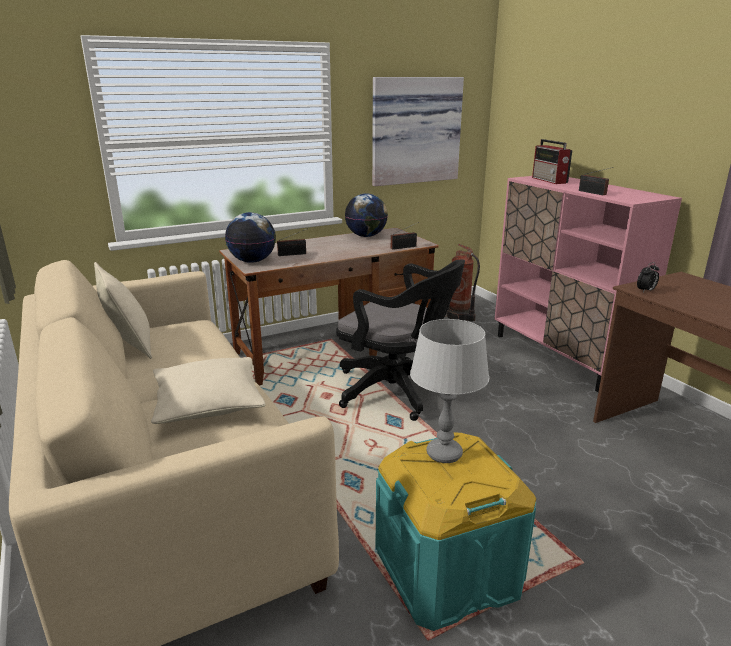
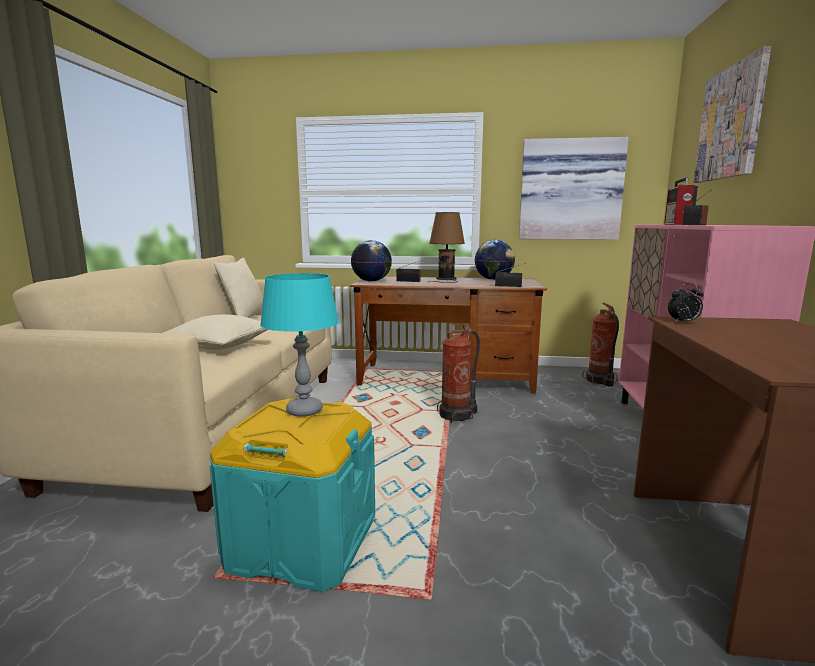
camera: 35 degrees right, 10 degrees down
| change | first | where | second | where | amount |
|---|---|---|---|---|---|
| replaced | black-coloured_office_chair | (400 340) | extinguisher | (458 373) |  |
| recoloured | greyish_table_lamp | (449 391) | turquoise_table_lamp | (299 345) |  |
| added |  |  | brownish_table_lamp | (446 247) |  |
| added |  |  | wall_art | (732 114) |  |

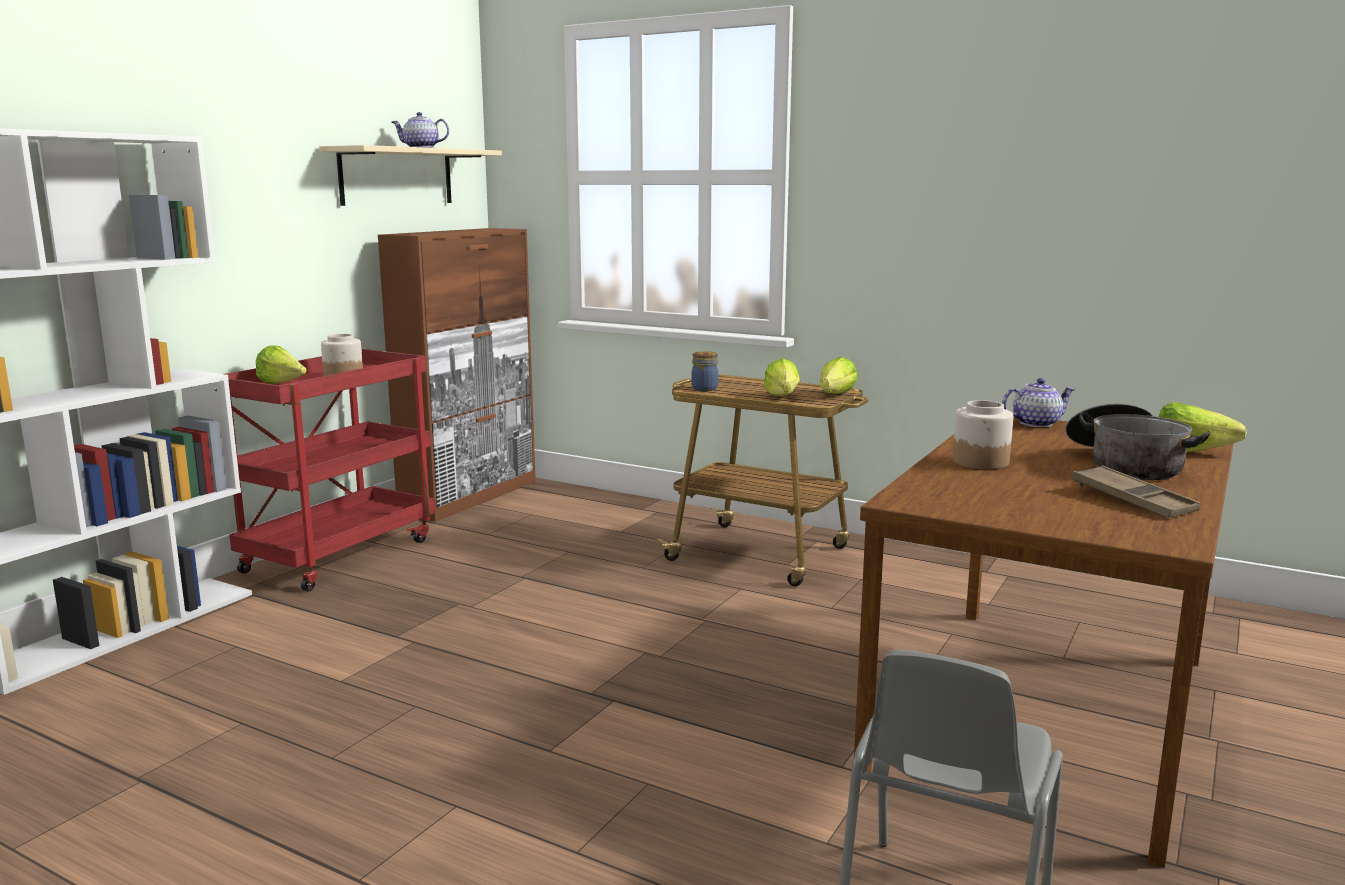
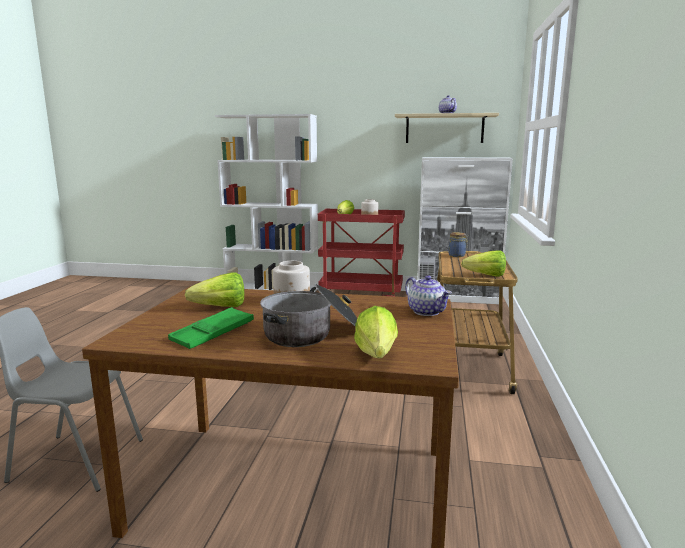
camera: 70 degrees right, 0 degrees up
| change | first | where | second | where | amount |
|---|---|---|---|---|---|
| recoloured | brownish_cupboard | (457 375) | white_cupboard | (465 230) |  |
| moved | lettuce | (782 377) |  | (214 289) |  |
| recoloured | brownish_serving_tray | (1136 492) | green_serving_tray | (211 328) |  |

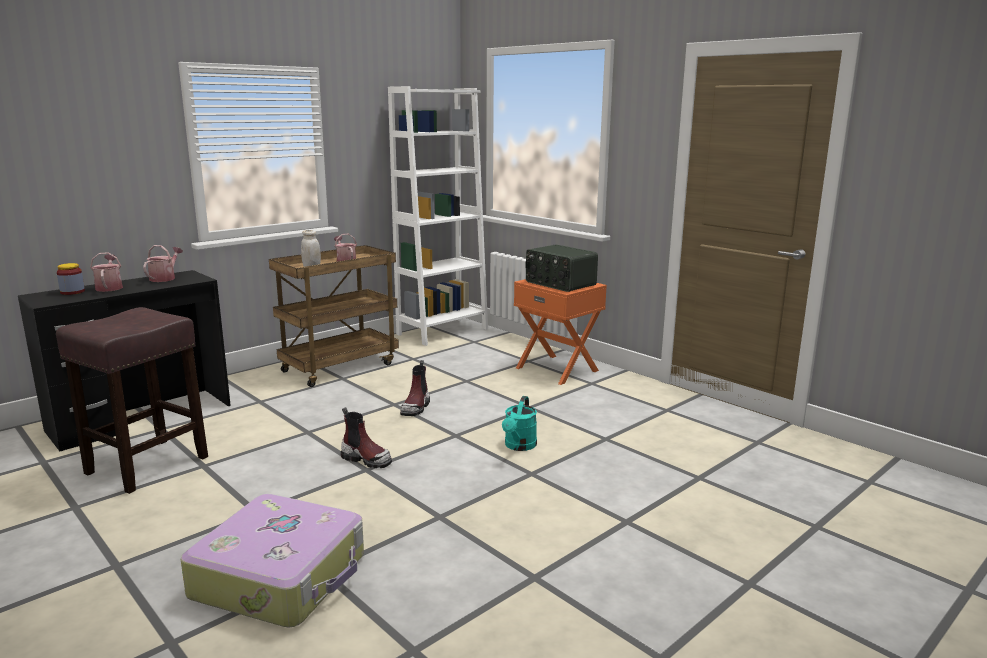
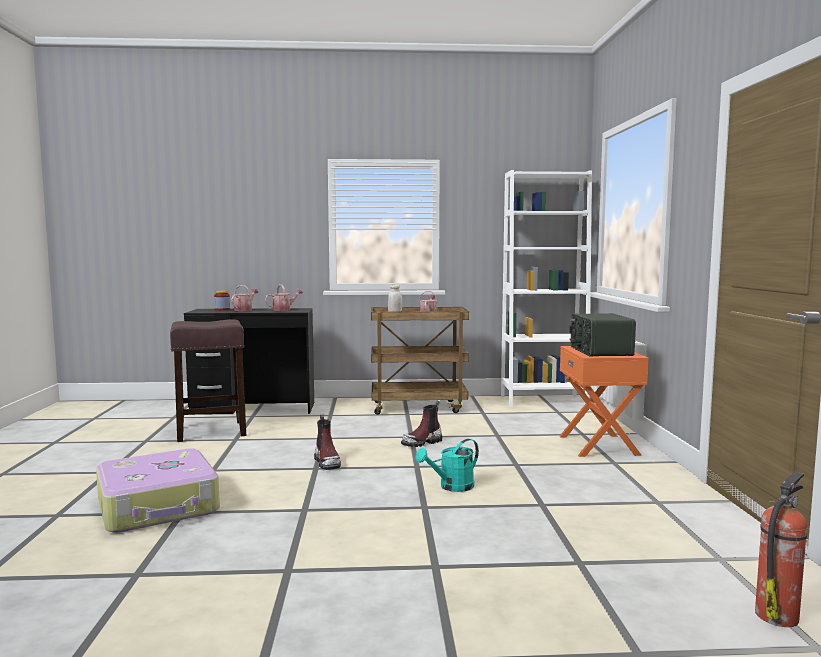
camera: 40 degrees right, 10 degrees down
| change | first | where | second | where | amount |
|---|---|---|---|---|---|
| added |  |  | extinguisher | (781 549) |  |

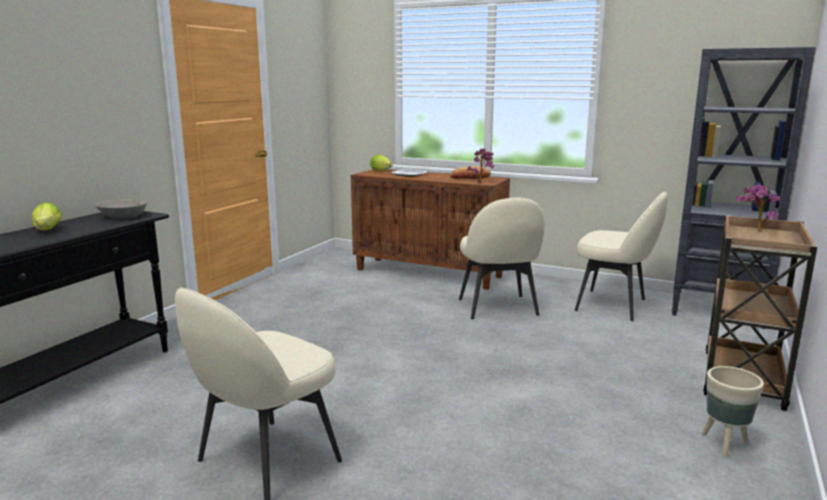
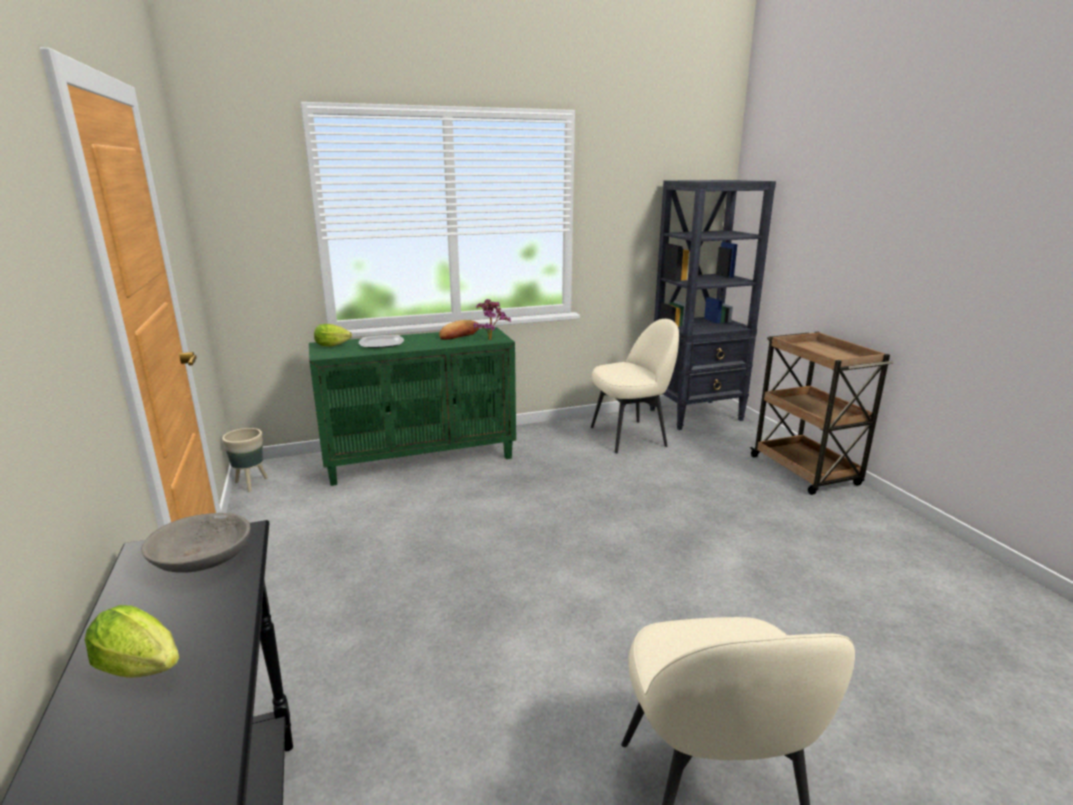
camera: 45 degrees left, 5 degrees up
| change | first | where | second | where | amount |
|---|---|---|---|---|---|
| recoloured | brownish_cupboard | (430 229) | green_cupboard | (412 406) |  |
| removed | beige-coloured_upright_chair | (501 258) |  |  |  |
| moved | beige-coloured_planter | (733 412) |  | (245 460) |  |
| removed | potted_plant | (758 208) |  |  |  |

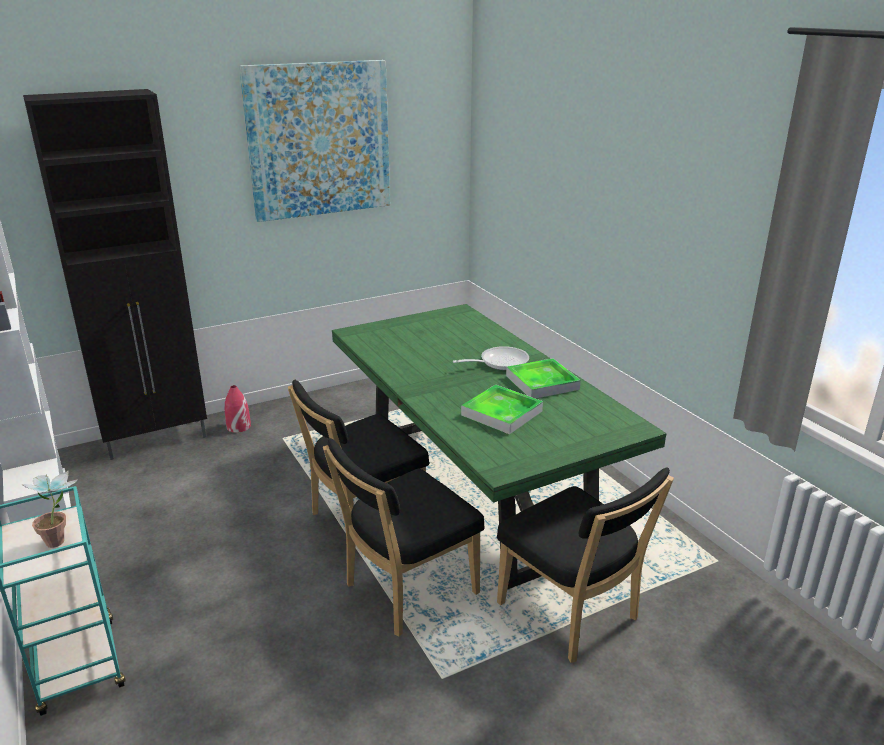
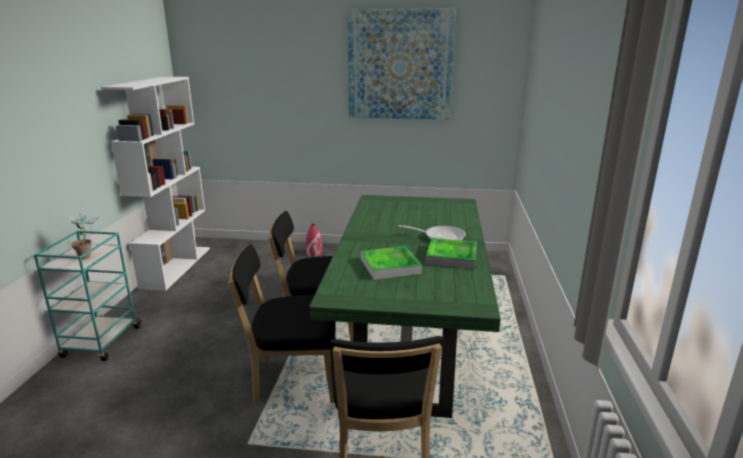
camera: 35 degrees right, 5 degrees down
| change | first | where | second | where | amount |
|---|---|---|---|---|---|
| removed | black-coloured_cupboard | (115 274) |  |  |  |

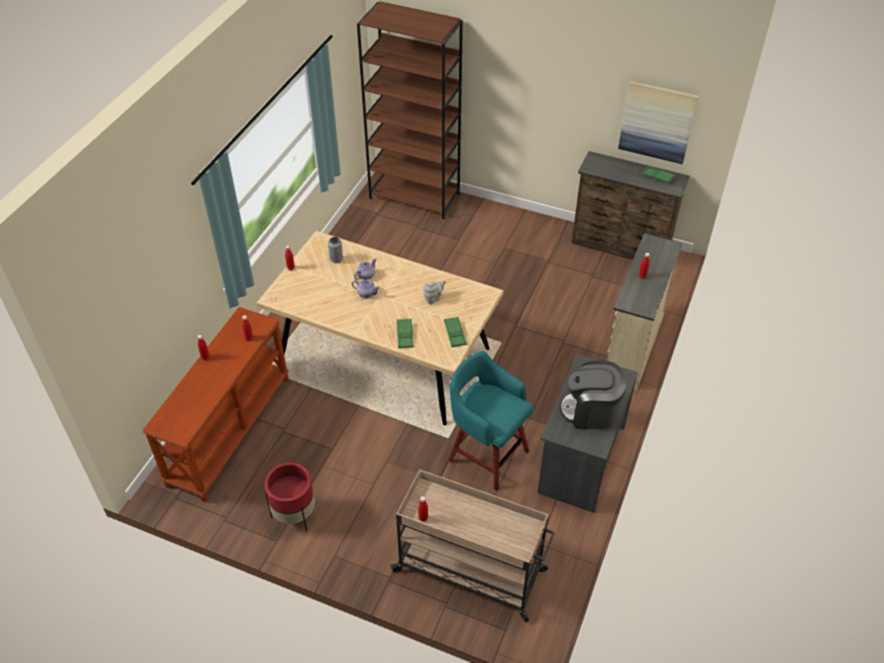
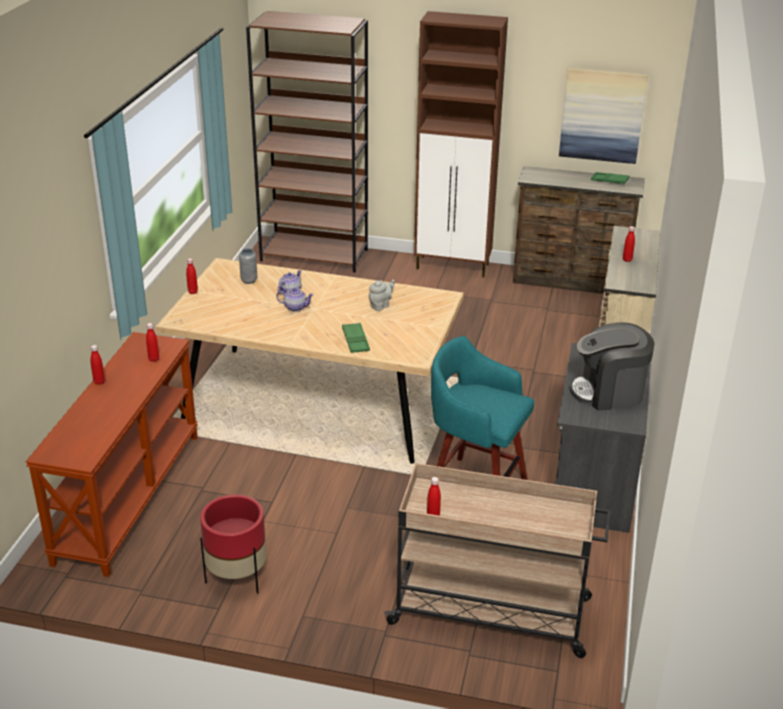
camera: 10 degrees left, 15 degrees down
| change | first | where | second | where | amount |
|---|---|---|---|---|---|
| removed | green_serving_tray | (455 332) |  |  |  |
| added |  |  | brownish_cupboard | (461 144) |  |

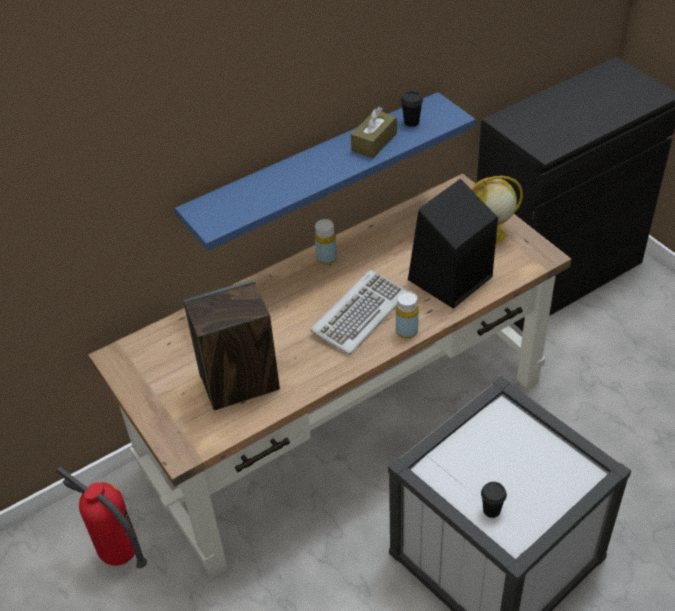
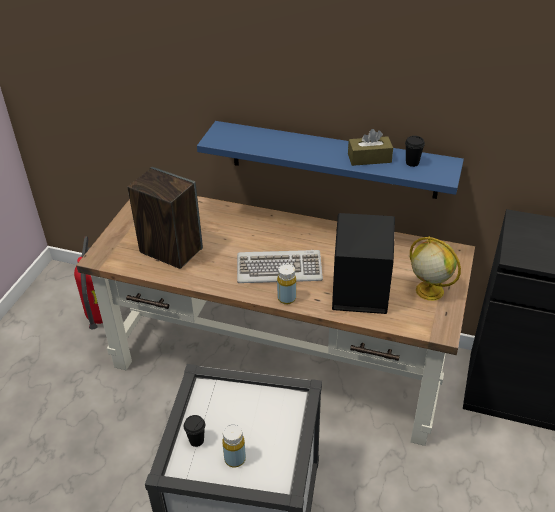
camera: 50 degrees right, 5 degrees down
| change | first | where | second | where | amount |
|---|---|---|---|---|---|
| moved | yellowish_bottle | (326 242) |  | (234 445) |  |

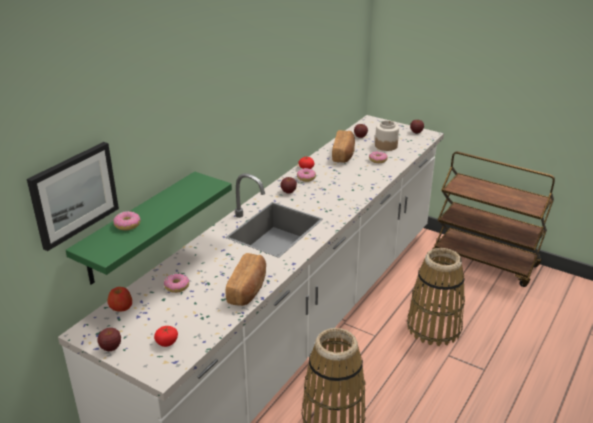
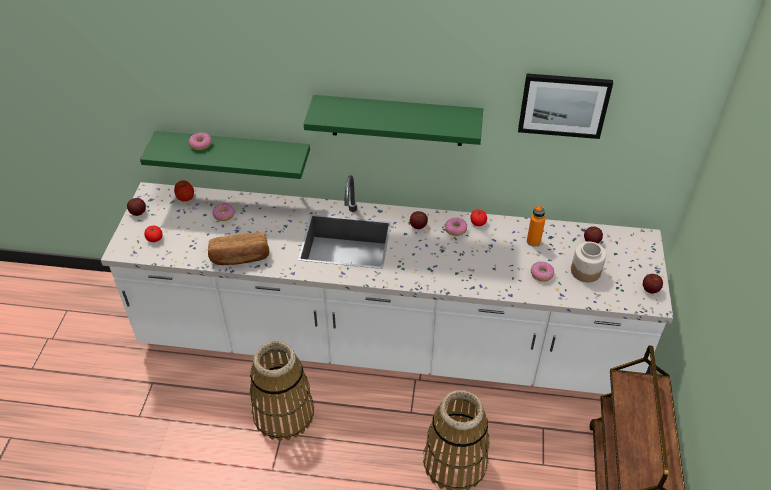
camera: 65 degrees right, 15 degrees up
| change | first | where | second | where | amount |
|---|---|---|---|---|---|
| moved | wall_art | (73 196) |  | (565 106) |  |
| replaced | bakery_bread | (343 146) | orangey_bottle | (536 226) |  |
| added |  |  | green_wall_shelf | (393 120) |  |

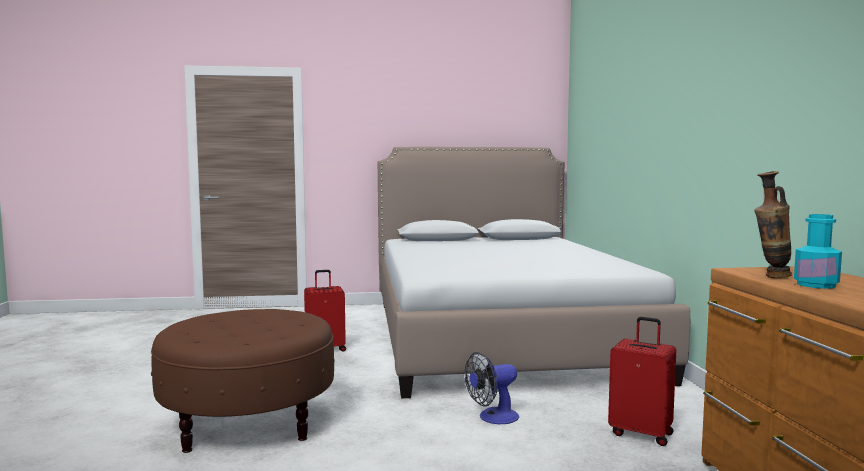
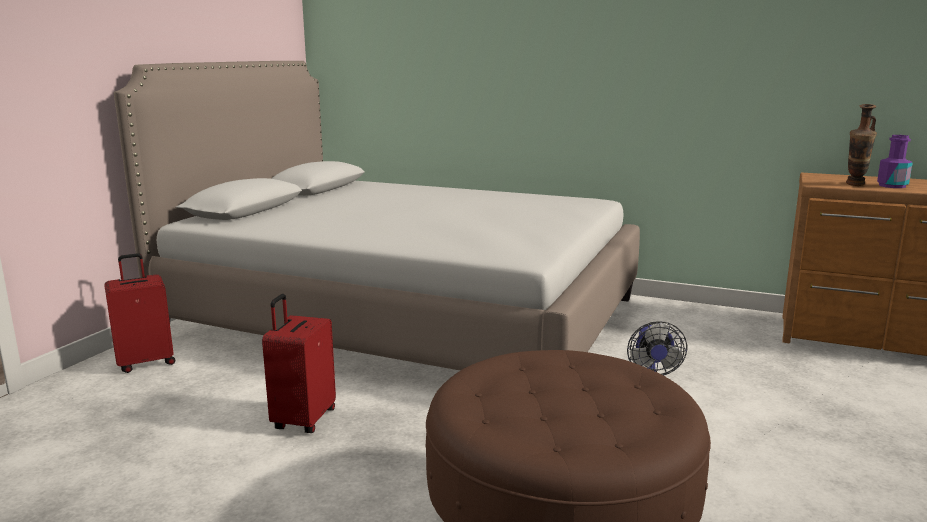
camera: 60 degrees left, 10 degrees up
| change | first | where | second | where | amount |
|---|---|---|---|---|---|
| moved | red-coloured_travel_case | (642 381) |  | (139 313) |  |
| recoloured | turquoise_bottle | (818 251) | purple_bottle | (895 161) |  |

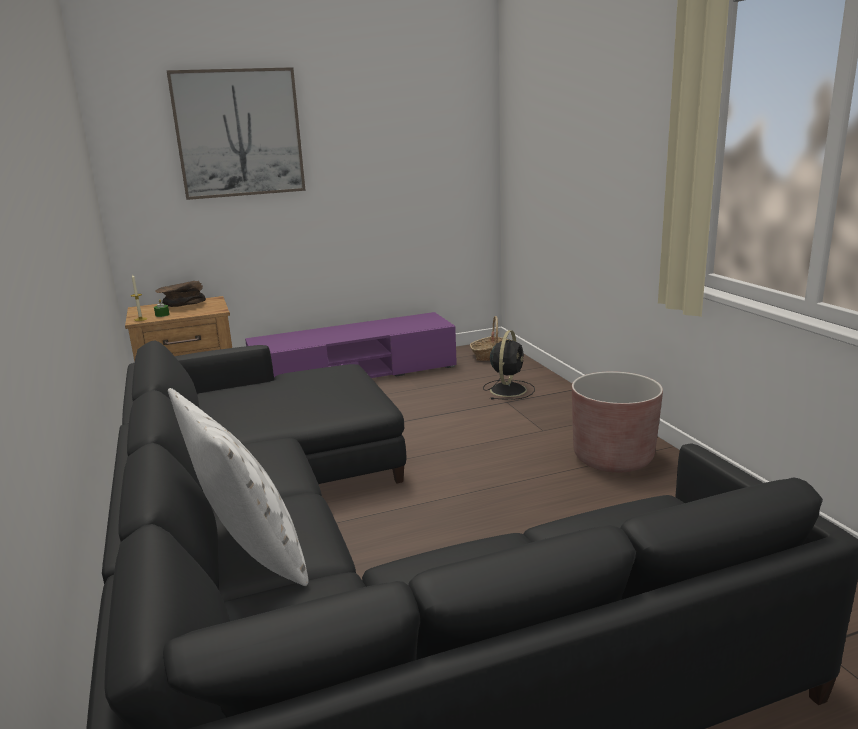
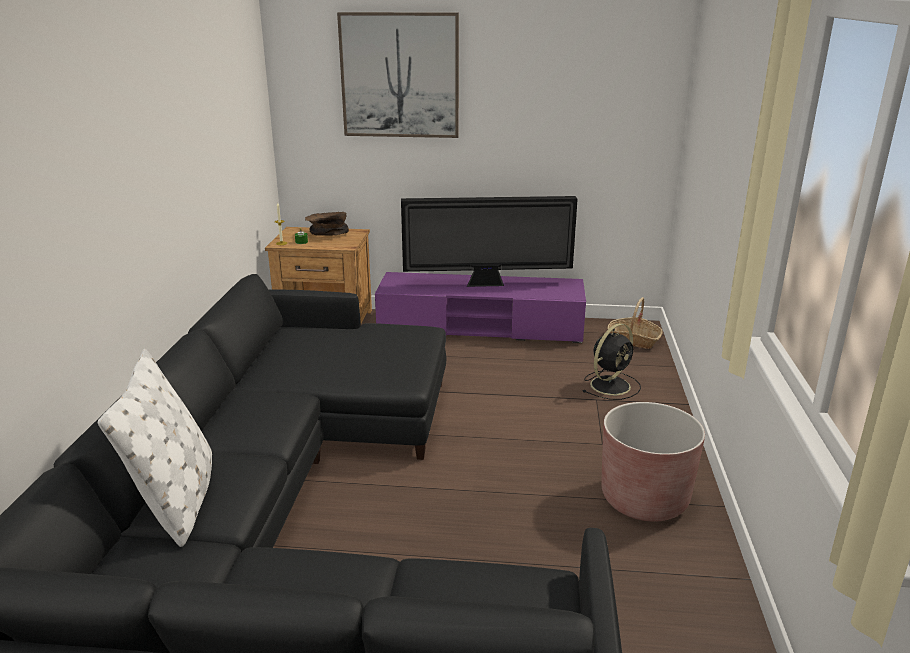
camera: 25 degrees right, 5 degrees up
| change | first | where | second | where | amount |
|---|---|---|---|---|---|
| added |  |  | TV | (489 241) |  |

